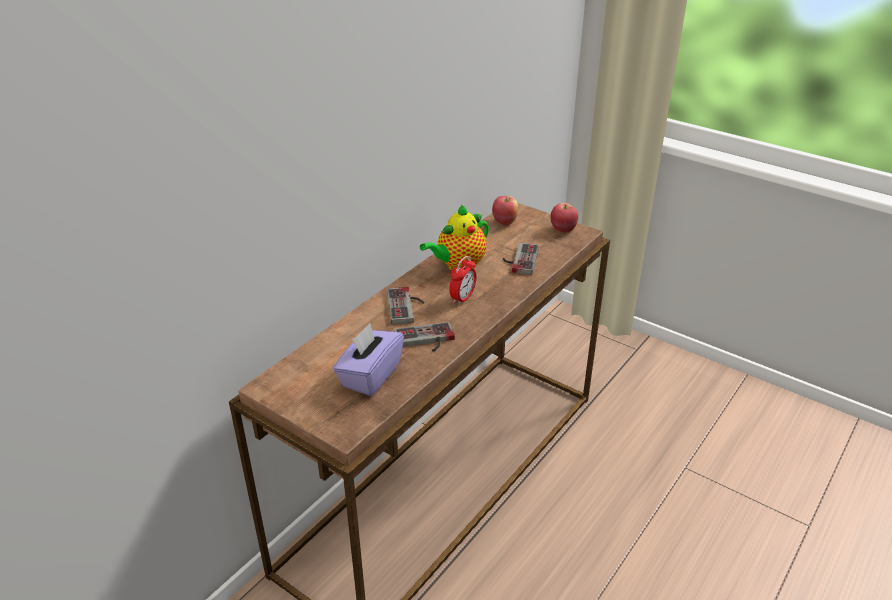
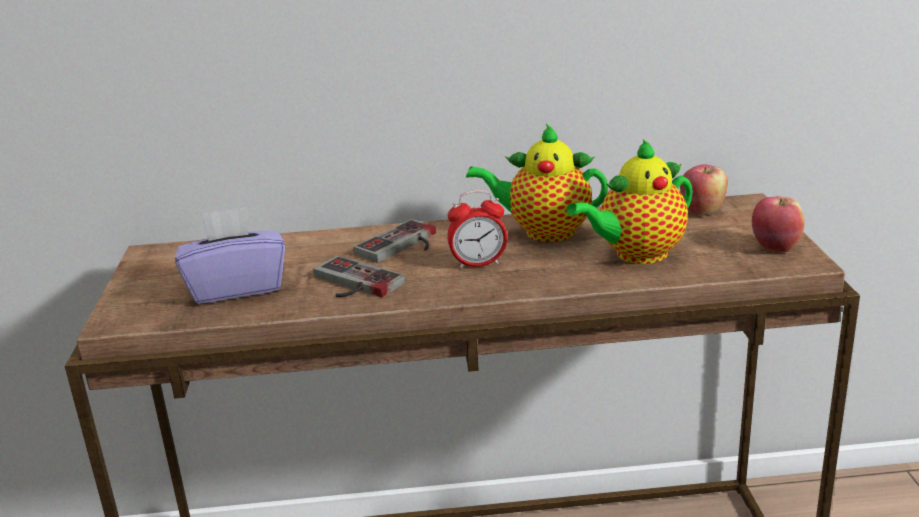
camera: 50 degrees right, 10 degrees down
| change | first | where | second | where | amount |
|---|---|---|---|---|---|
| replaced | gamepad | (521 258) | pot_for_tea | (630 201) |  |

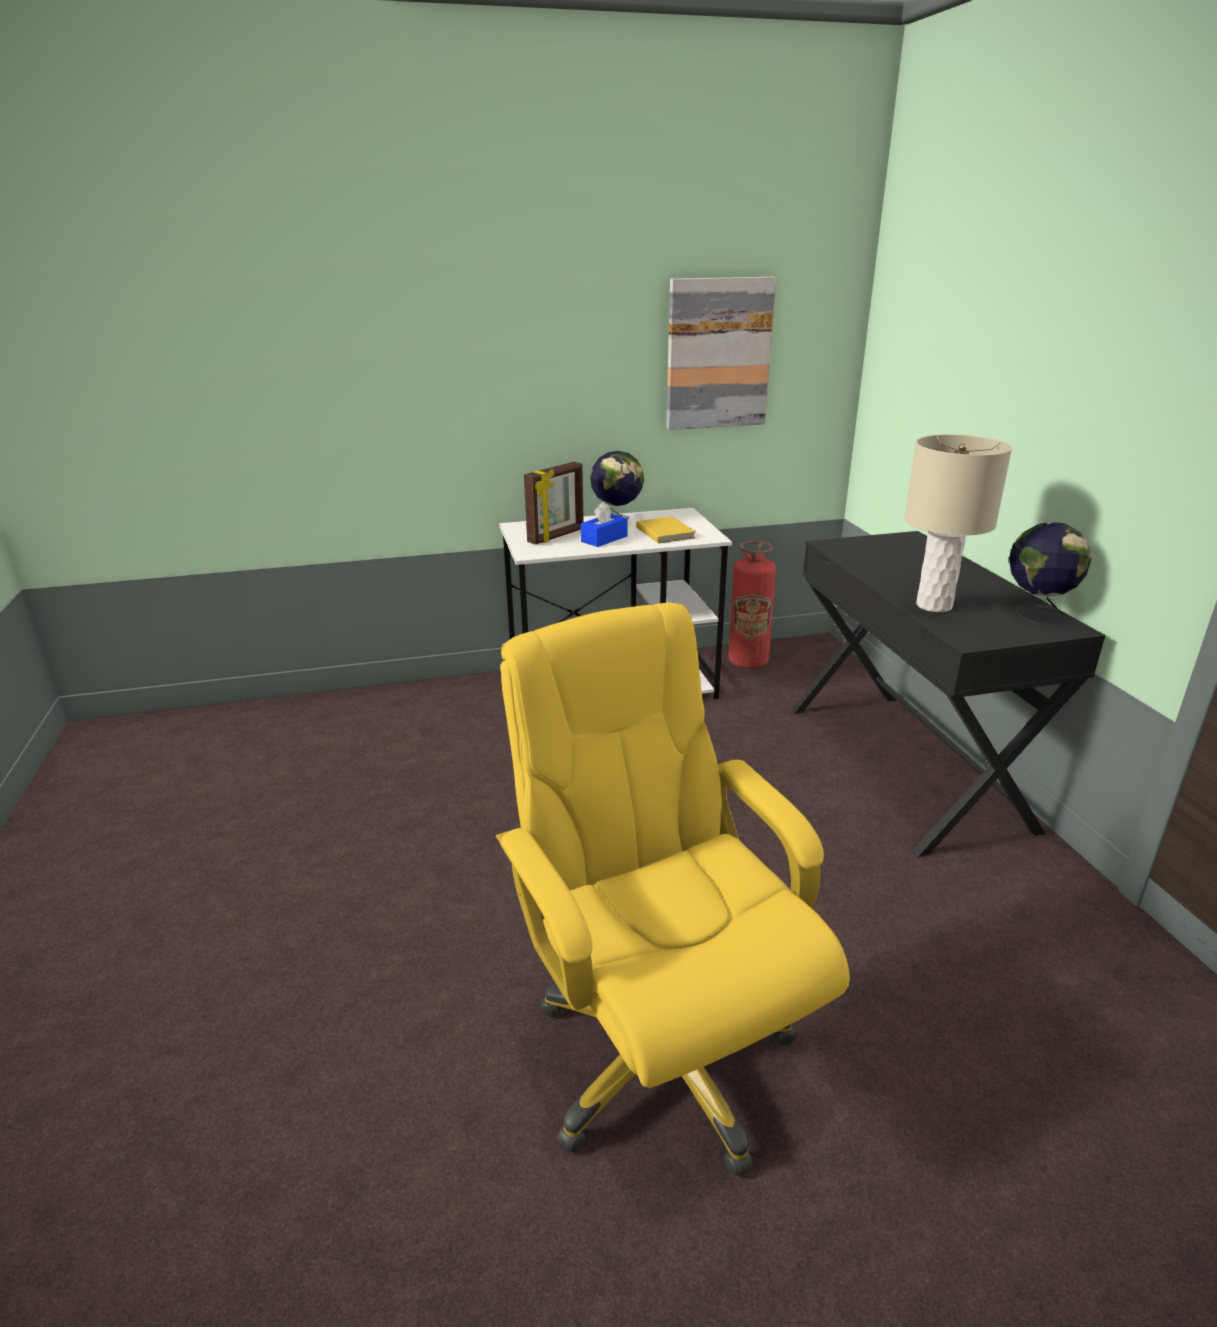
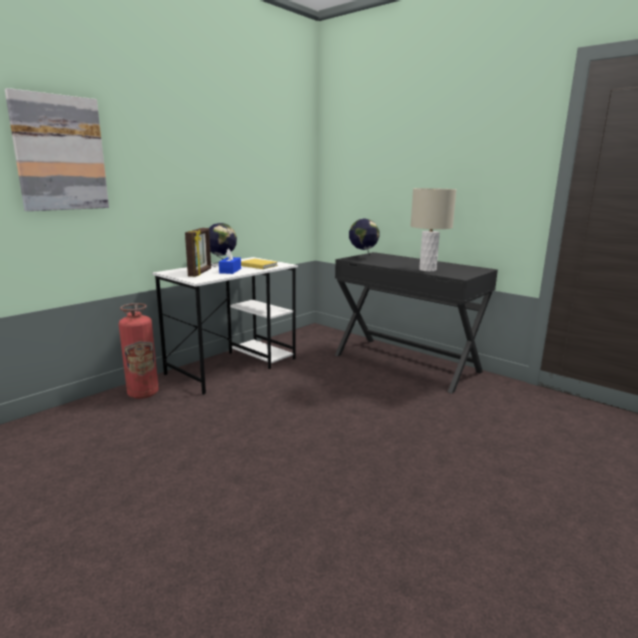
camera: 35 degrees left, 10 degrees down
| change | first | where | second | where | amount |
|---|---|---|---|---|---|
| removed | yellowish_office_chair | (673 889) |  |  |  |
| moved | wall_art | (721 353) |  | (57 149) |  |
| moved | extinguisher | (752 605) |  | (139 351) |  |
| moved | world_globe | (1050 573) |  | (364 239) |  |

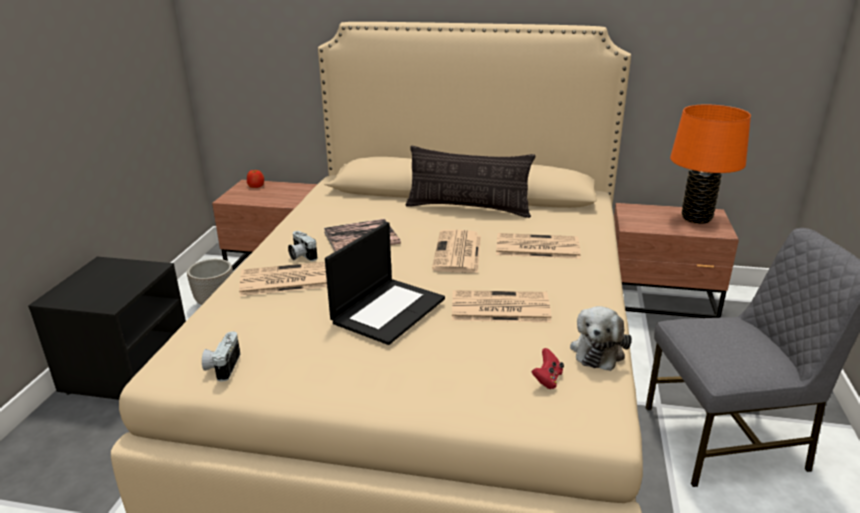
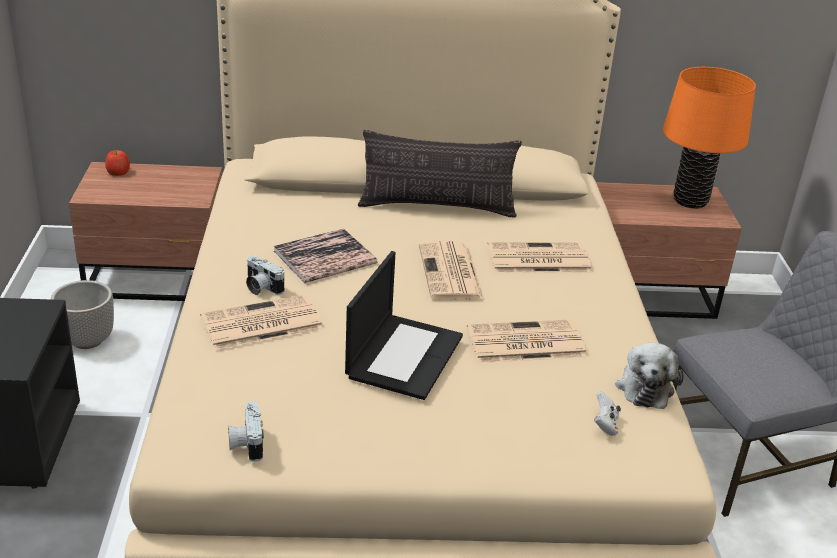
camera: 15 degrees left, 5 degrees up
| change | first | where | second | where | amount |
|---|---|---|---|---|---|
| recoloured | red-coloured_gamepad | (548 368) | white_gamepad | (607 413) |  |

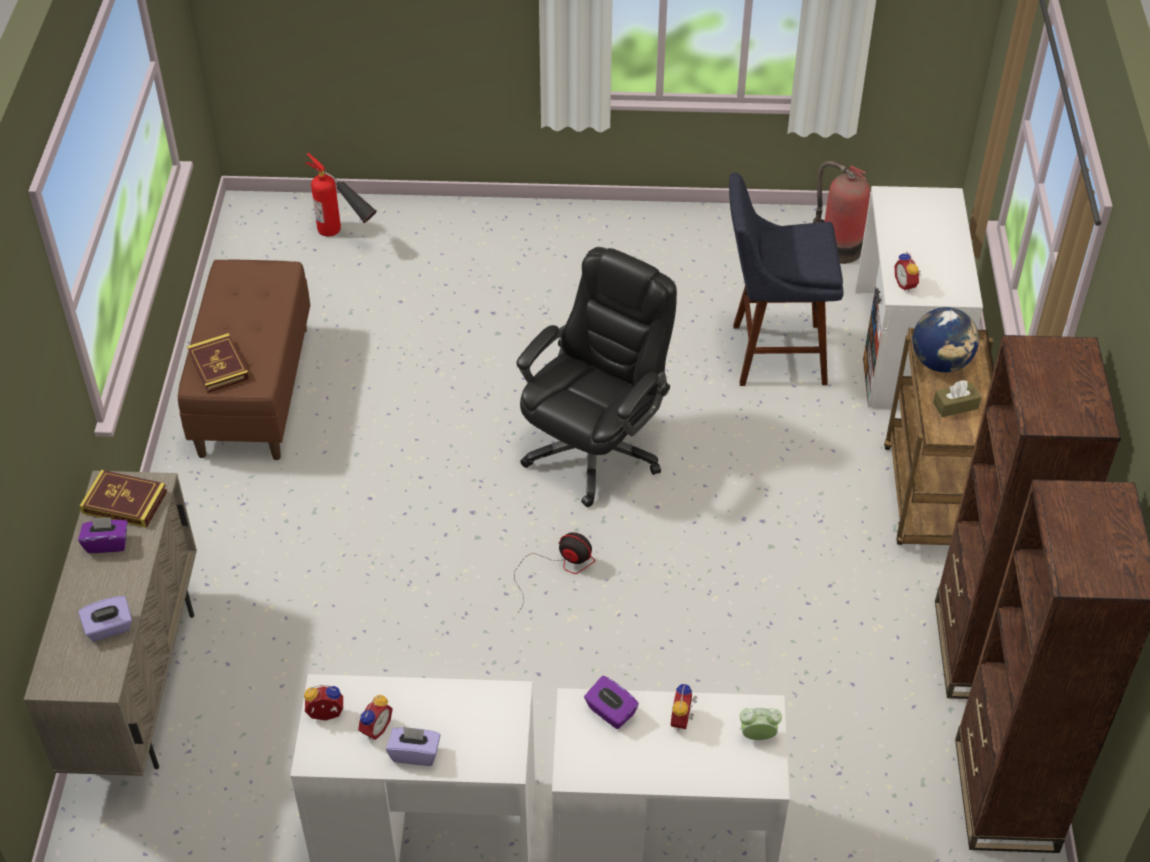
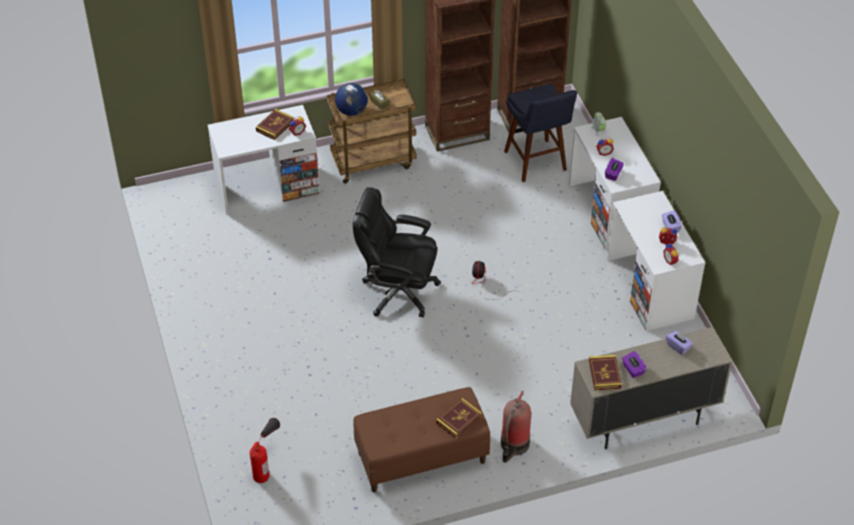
camera: 110 degrees left, 0 degrees up
| change | first | where | second | where | amount |
|---|---|---|---|---|---|
| moved | bluish_stool | (786 279) |  | (540 133) |  |
| moved | extinguisher | (841 212) |  | (516 427) |  |
| added |  |  | book | (275 124) |  |

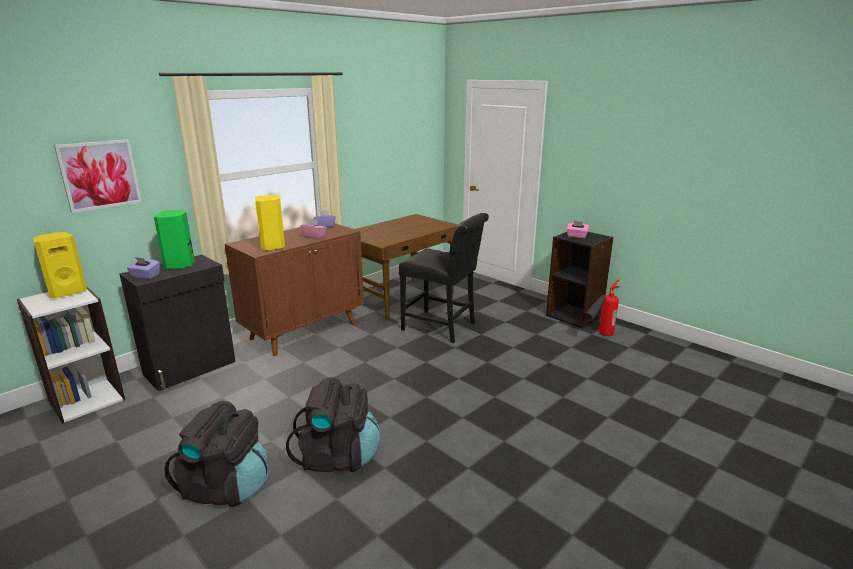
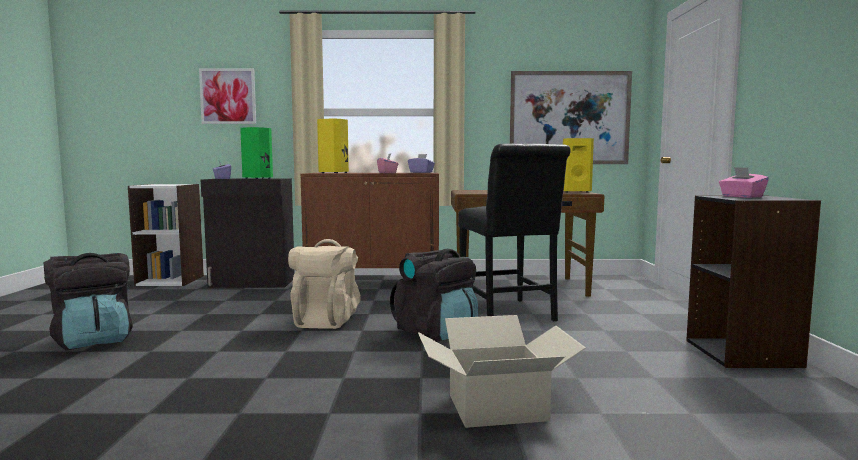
camera: 45 degrees right, 15 degrees down
| change | first | where | second | where | amount |
|---|---|---|---|---|---|
| moved | yellowish_speaker | (60 265) |  | (578 165) |  |
| moved | black-coloured_knapsack | (333 424) |  | (434 295) |  |
| removed | extinguisher | (602 307) |  |  |  |
| added |  |  | beige-coloured_knapsack | (324 284) |  |
| added |  |  | packing_box | (502 371) |  |
| added |  |  | wall_art | (571 117) |  |

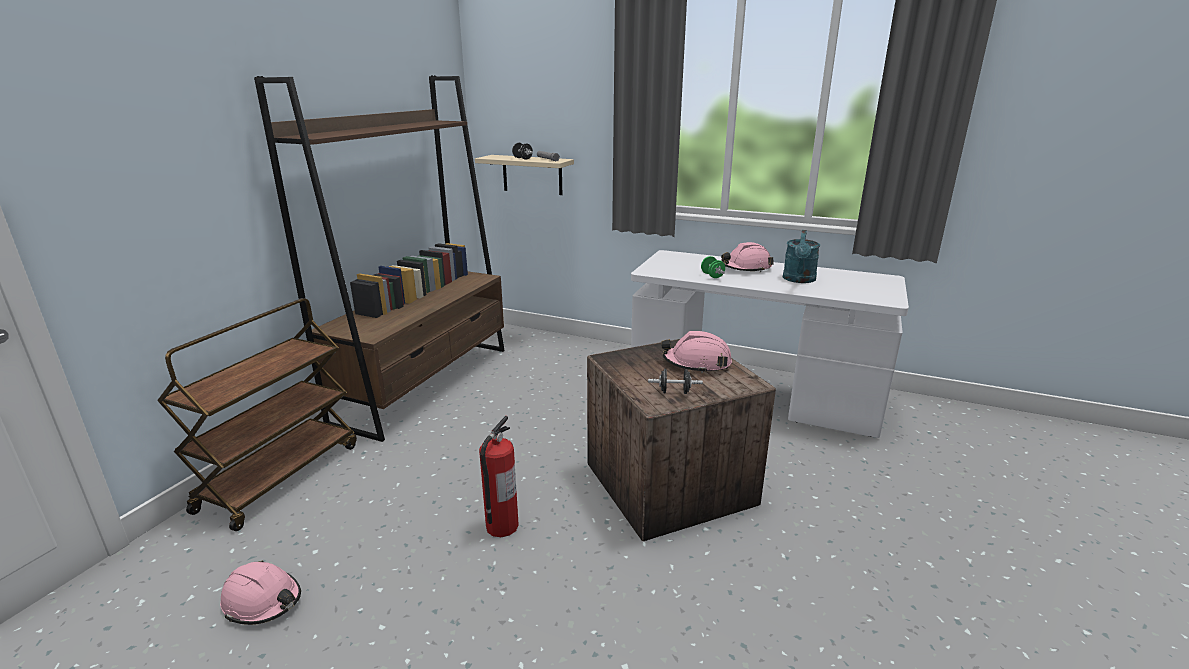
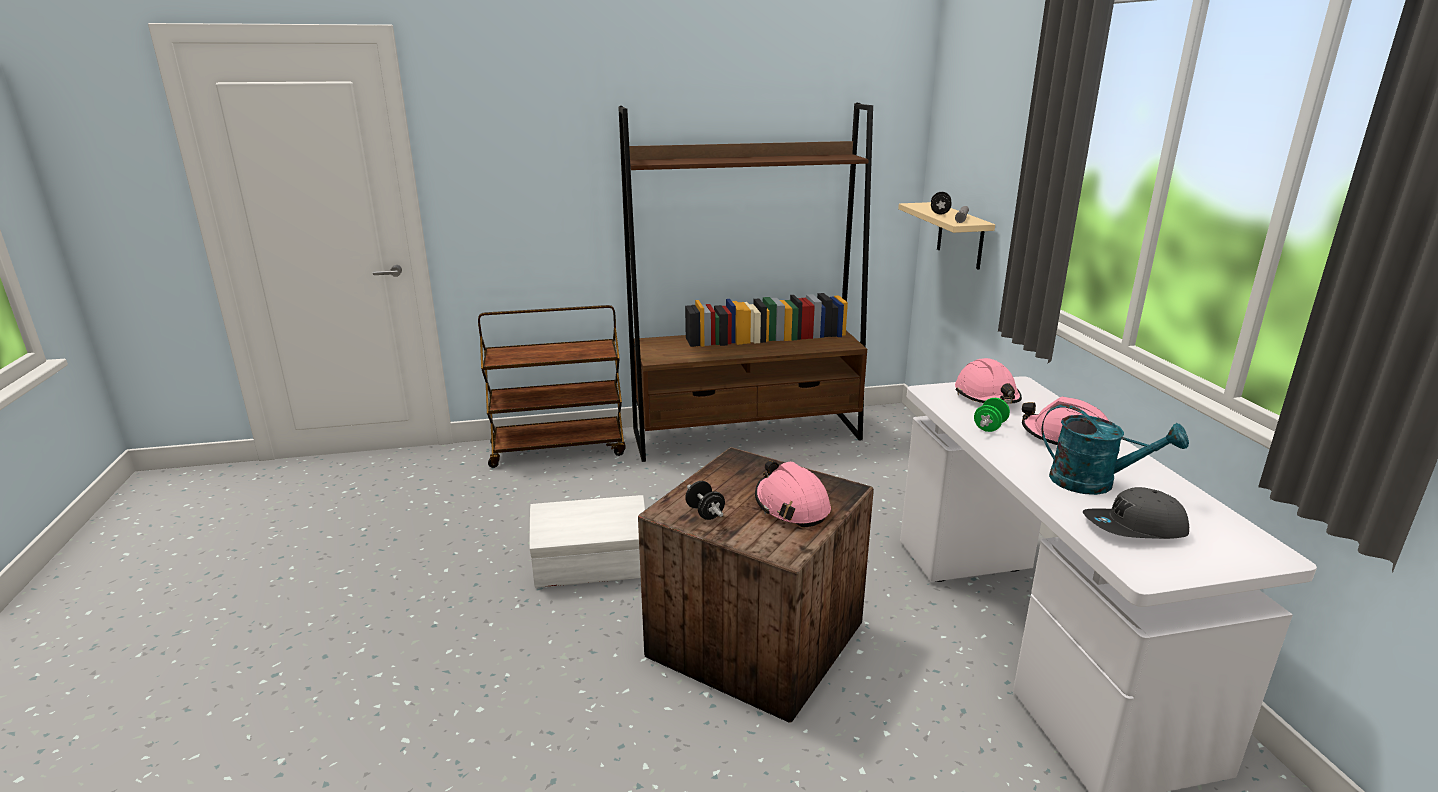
camera: 55 degrees right, 0 degrees up
| change | first | where | second | where | amount |
|---|---|---|---|---|---|
| moved | pink_safety_helmet | (260 592) |  | (988 381) |  |
| replaced | extinguisher | (499 476) | white_storage_bin | (587 541) |  |
| turned | turquoise_watering_can | (801 256) |  | (1115 449) | 135 degrees counterclockwise |
| added |  |  | greyish_baseball_cap | (1136 513) |  |

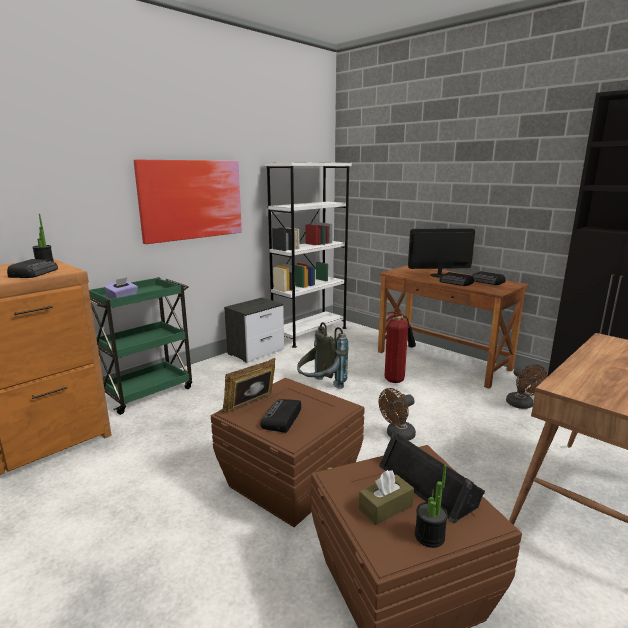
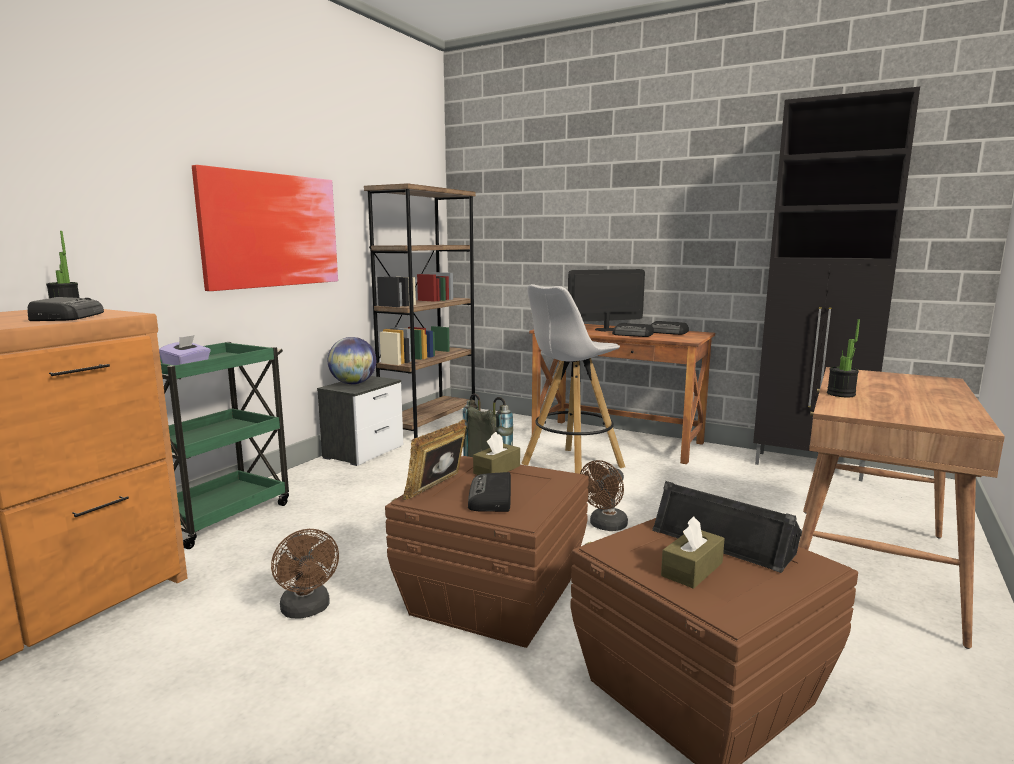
camera: 15 degrees left, 5 degrees down
| change | first | where | second | where | amount |
|---|---|---|---|---|---|
| recoloured | white_bookshelf | (308 255) | brownish_bookshelf | (420 310) |  |
| replaced | extinguisher | (400 347) | white_stool | (573 379) |  |
| moved | potted_plant | (431 506) |  | (843 358) |  |
| moved | brownish_cooling_fan | (527 386) |  | (305 574) |  |
| added |  |  | world_globe | (352 360) |  |
| added |  |  | brownish_tissue_holder | (496 453) |  |

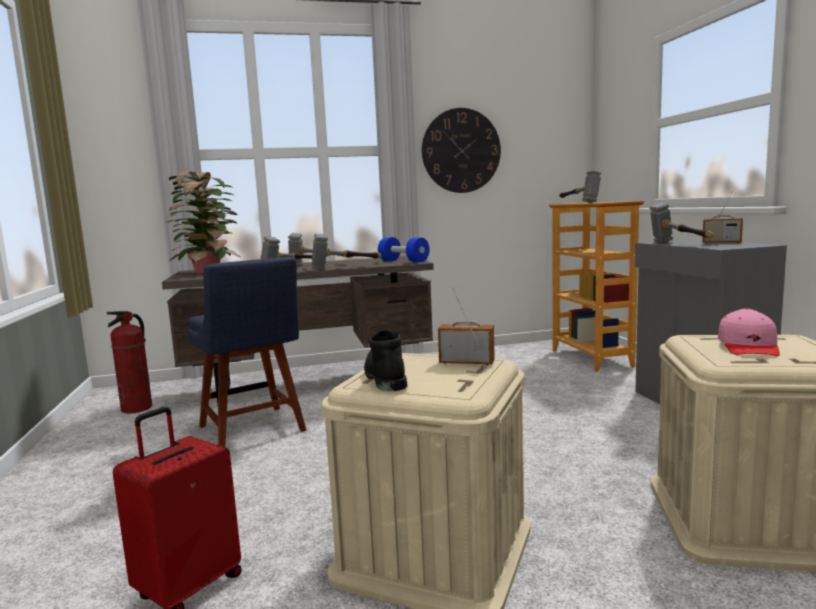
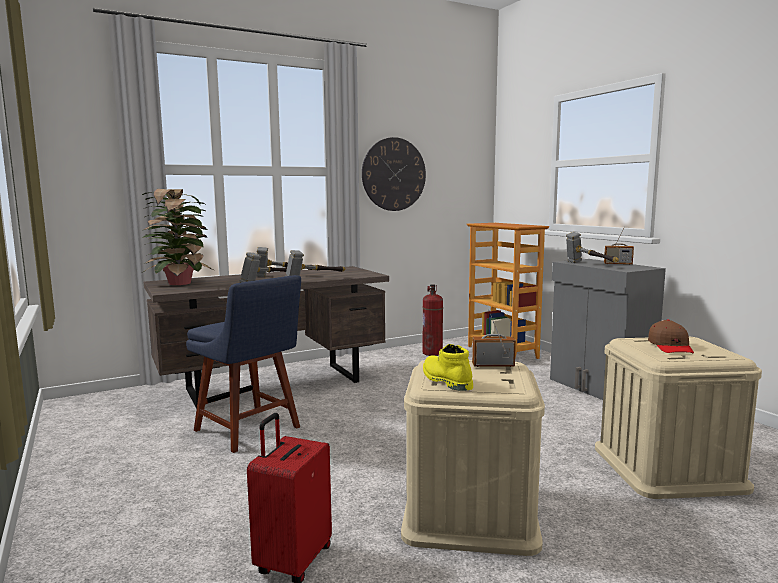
camera: 15 degrees left, 0 degrees up
| change | first | where | second | where | amount |
|---|---|---|---|---|---|
| moved | extinguisher | (129 362) |  | (432 320) |  |
| recoloured | black-coloured_high-top_boot | (386 360) | yellowish_high-top_boot | (448 367) |  |
| removed | bluish_free_weight | (404 249) |  |  |  |
| removed | tool_hammer | (580 186) |  |  |  |
| recoloured | pink_baseball_cap | (749 332) | brownish_baseball_cap | (671 336) |  |

